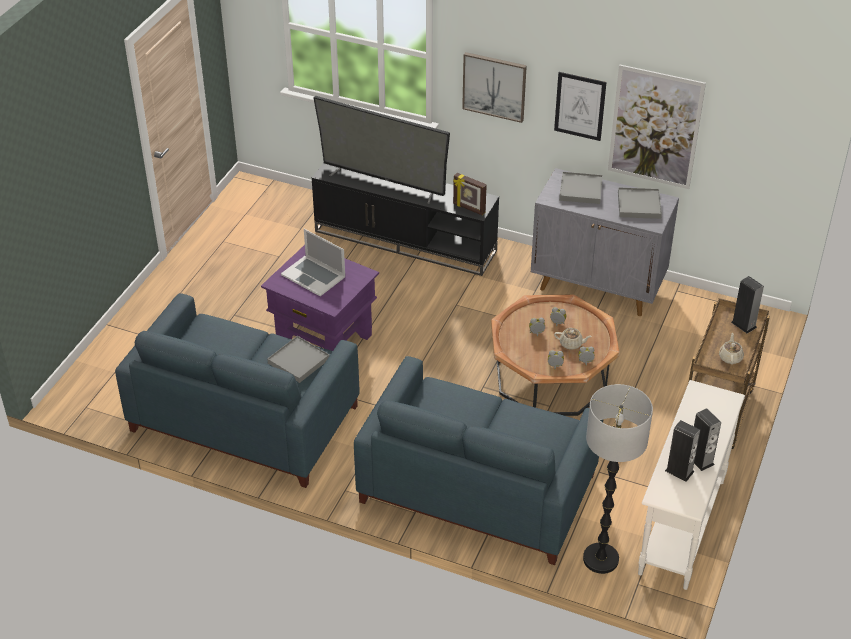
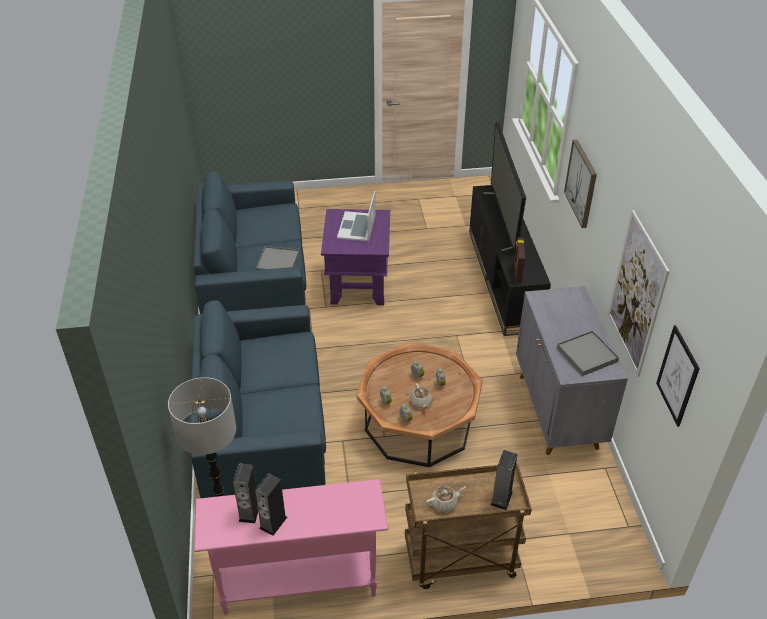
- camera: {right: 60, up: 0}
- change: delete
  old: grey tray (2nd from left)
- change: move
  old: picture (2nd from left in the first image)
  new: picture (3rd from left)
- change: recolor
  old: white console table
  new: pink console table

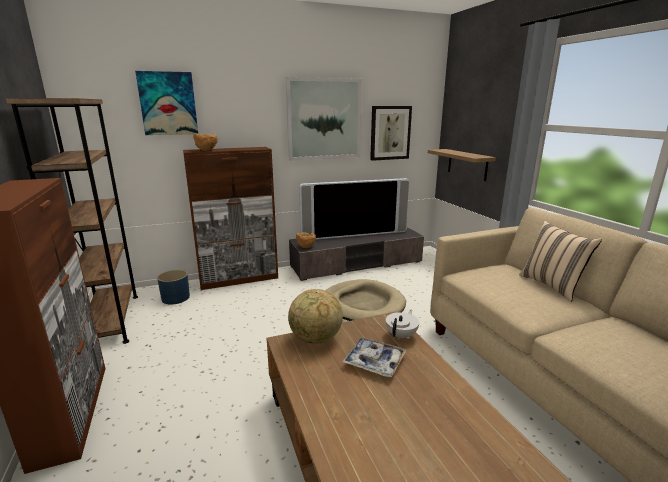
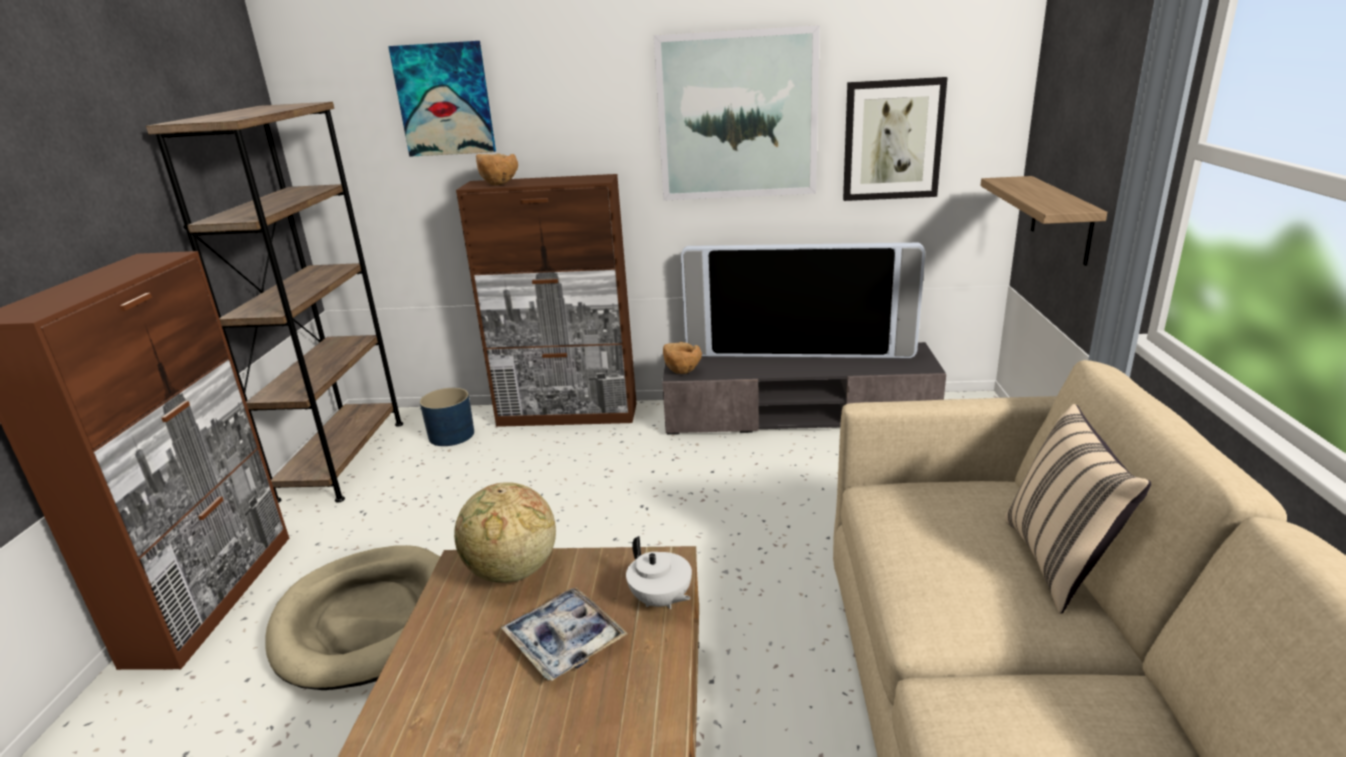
- camera: {right: 25, up: 5}
- change: move
  old: beige dog bed
- change: rotate
  old: white teapot
  degrees: 90

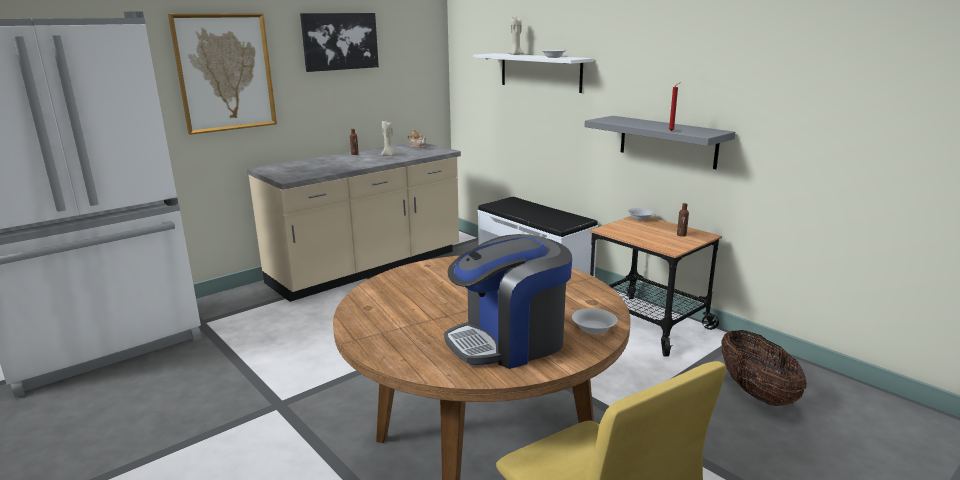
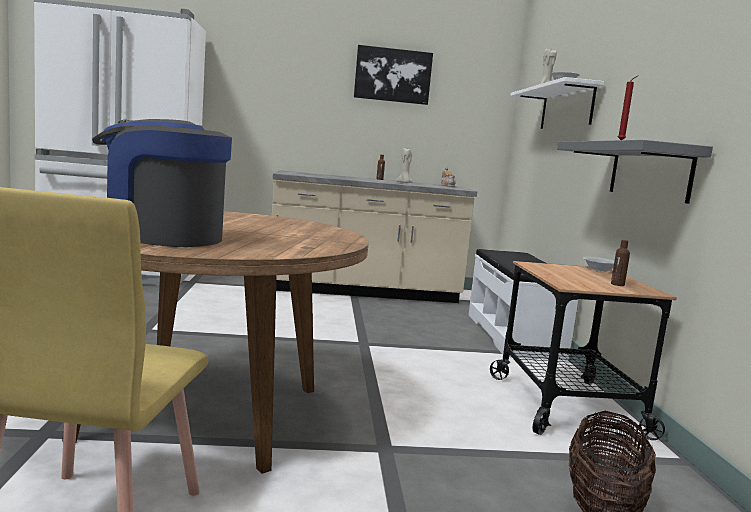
- camera: {right: 35, up: -10}
- change: delete
  old: picture (1st from left)
- change: delete
  old: white bowl (2nd from left)

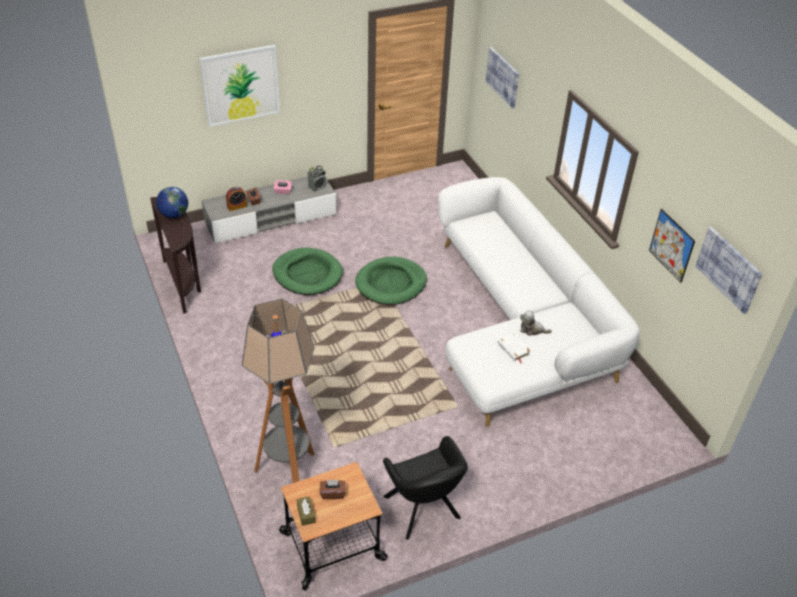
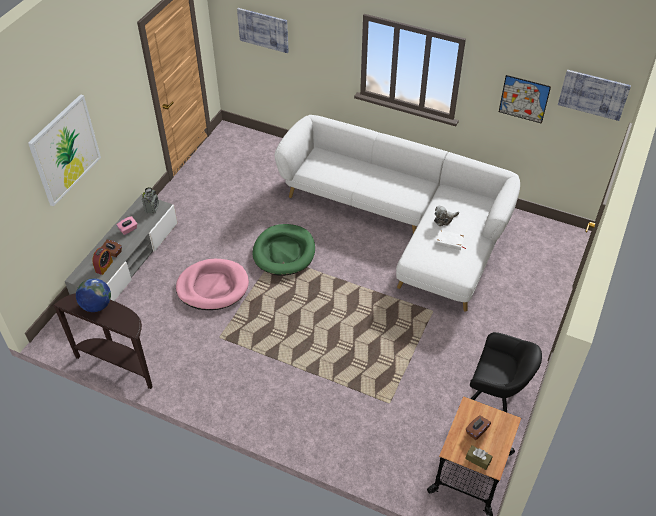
- camera: {right: -40, up: 5}
- change: delete
  old: floor lamp
- change: recolor
  old: green dog bed (1st from left)
  new: pink dog bed

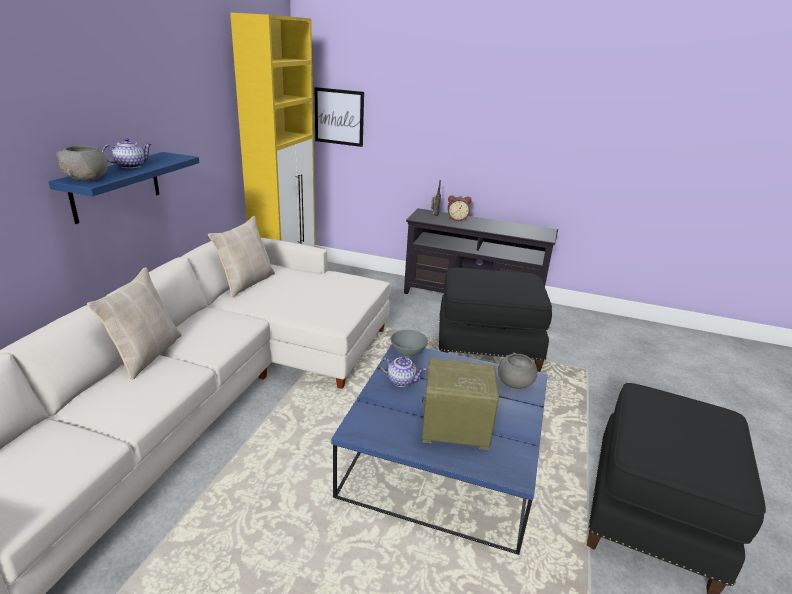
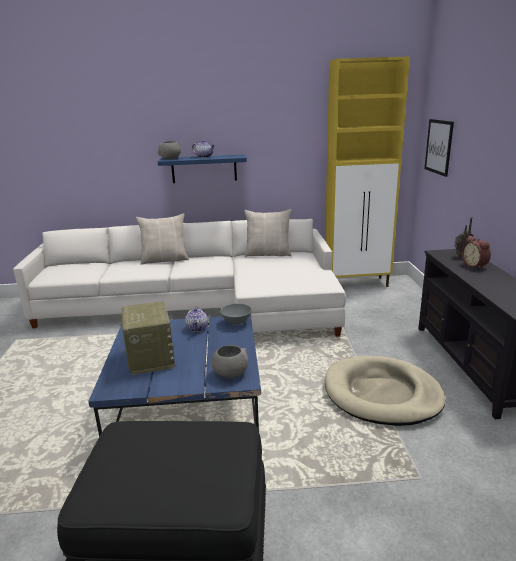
- camera: {right: 70, up: -5}
- change: replace
  old: black ottoman (1st from left)
  new: beige dog bed

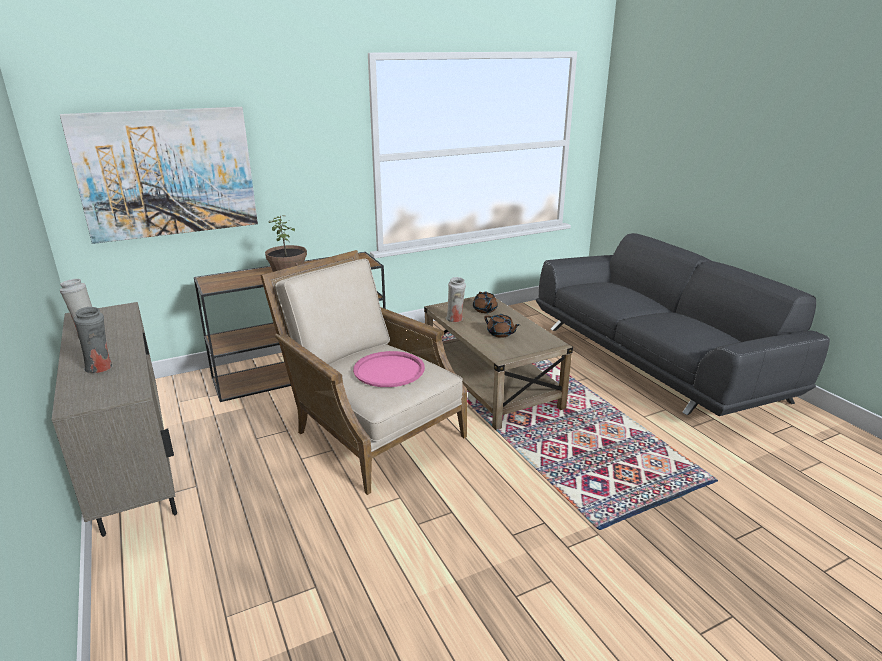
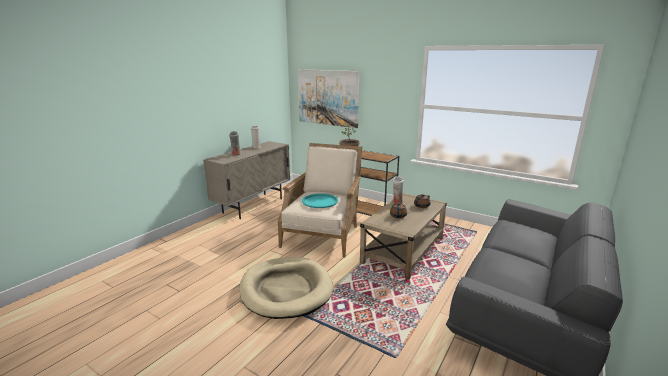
- camera: {right: 60, up: -5}
- change: insert
  new: beige dog bed
- change: recolor
  old: pink tray
  new: turquoise tray

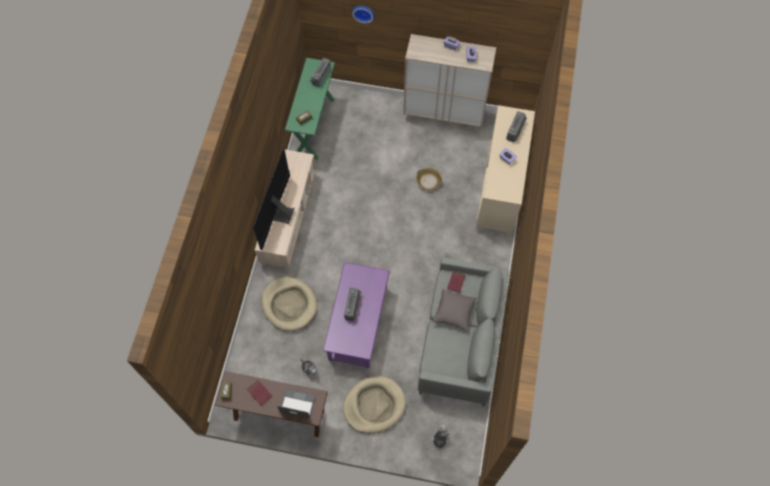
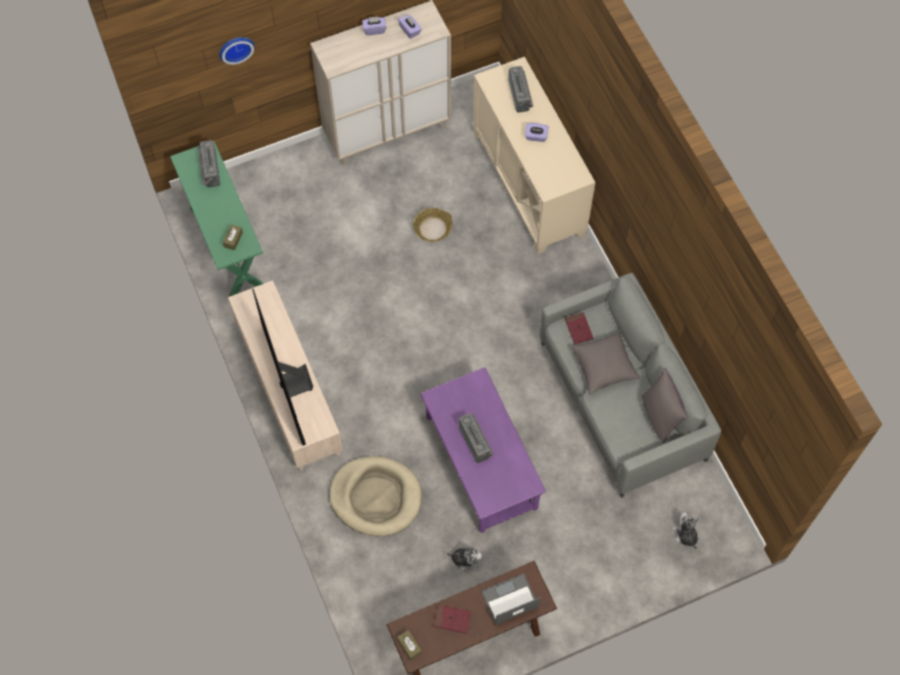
- camera: {right: -35, up: 0}
- change: delete
  old: beige dog bed (2nd from left)
- change: insert
  new: grey pillow (2nd from left)

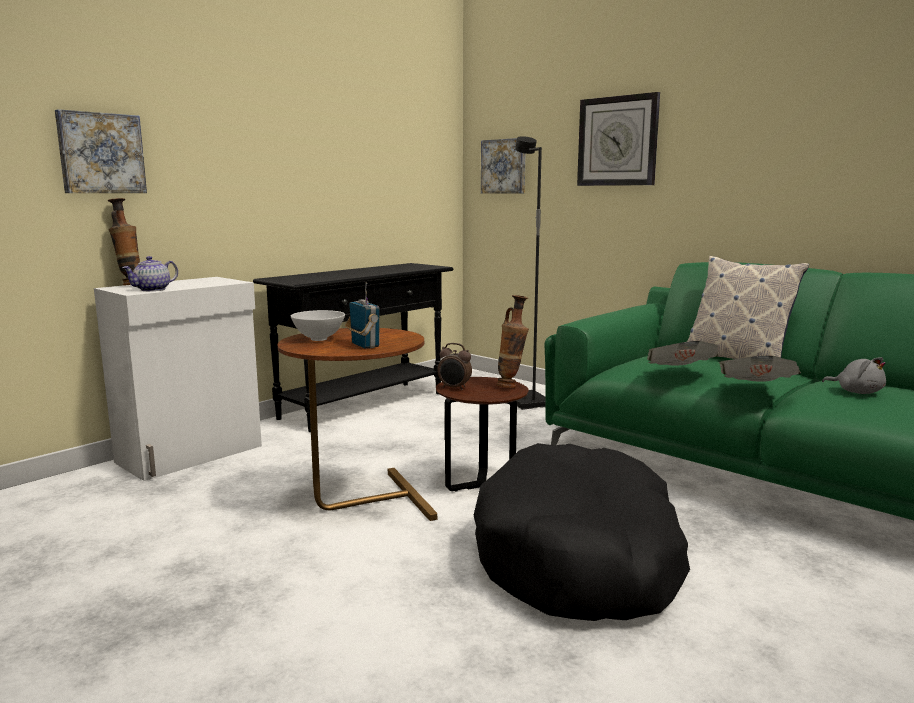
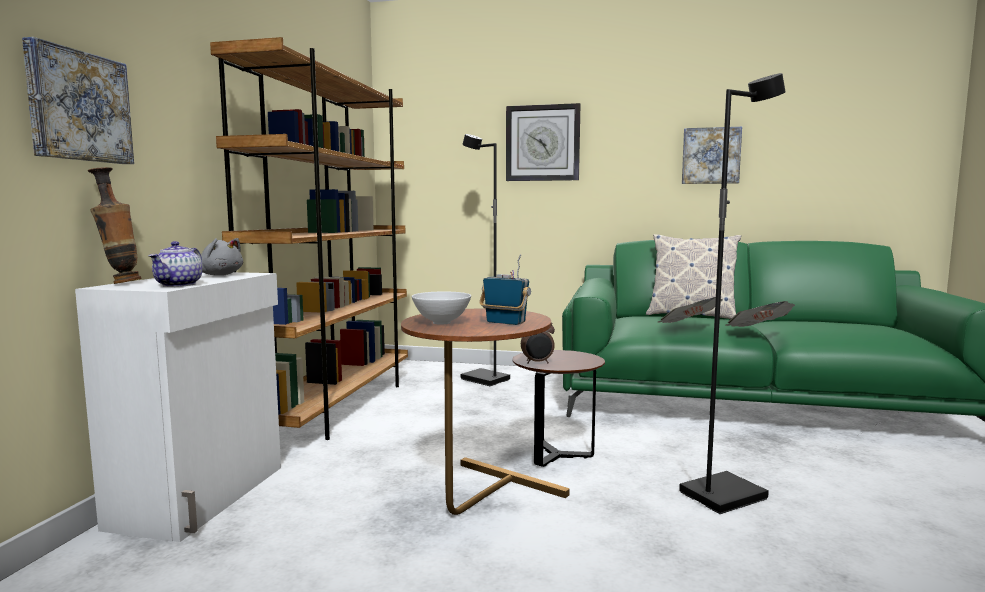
- camera: {right: -30, up: -5}
- change: delete
  old: vase (2nd from left)
- change: move
  old: picture (2nd from left)
- change: move
  old: grey plush toy
- change: replace
  old: black console table
  new: brown bookcase
- change: replace
  old: black dog bed
  new: black floor lamp (2nd from left)

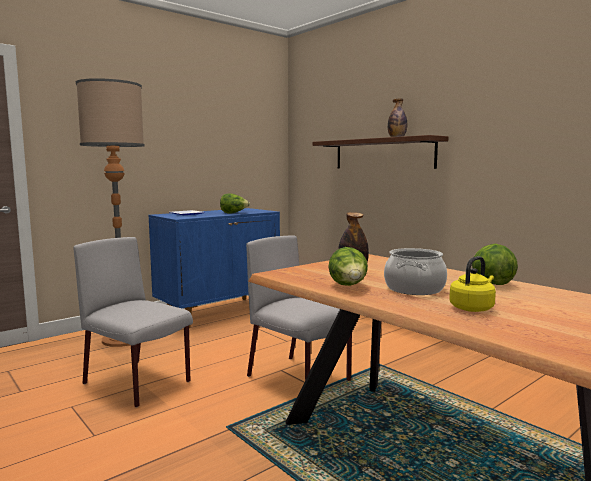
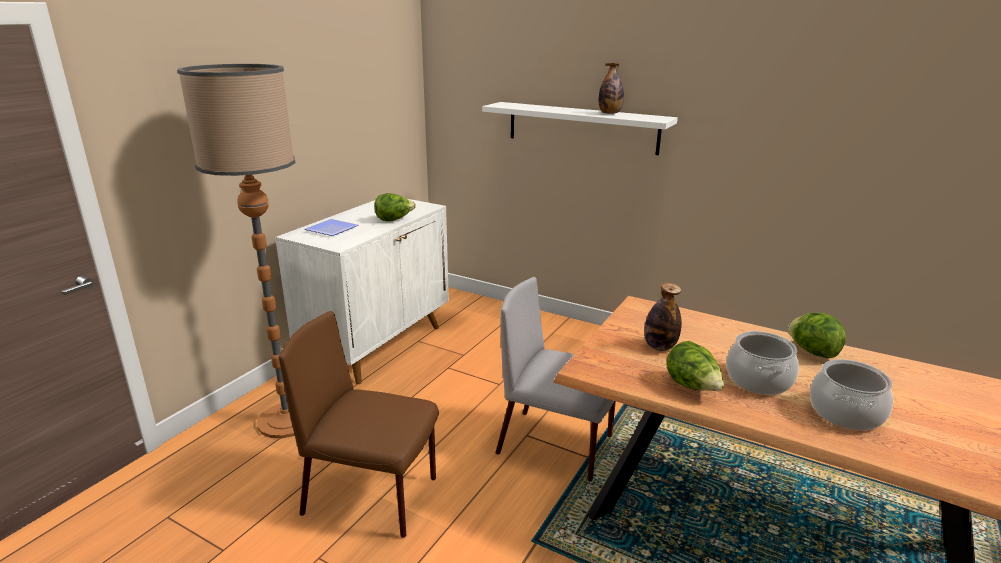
- camera: {right: -20, up: 15}
- change: replace
  old: yellow kettle
  new: cooking pot (2nd from left)
- change: recolor
  old: grey chair (1st from left)
  new: brown chair
- change: recolor
  old: blue cabinet
  new: white cabinet
- change: recolor
  old: brown shelf
  new: white shelf

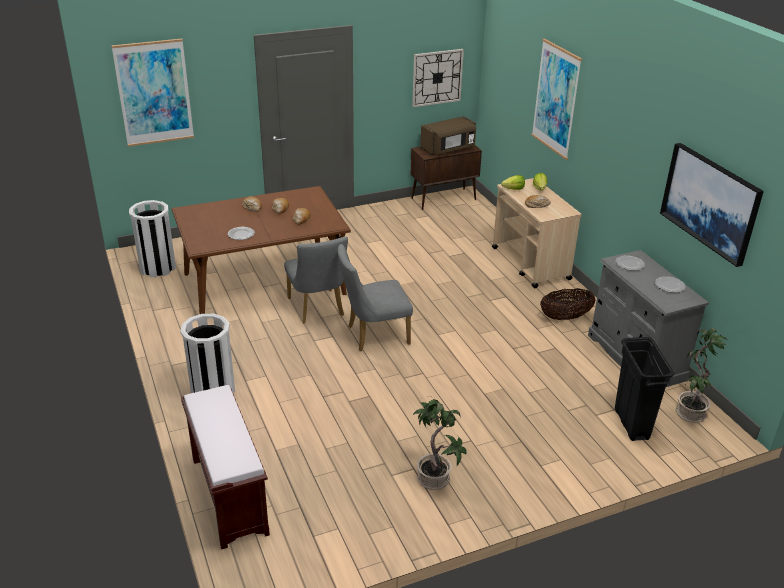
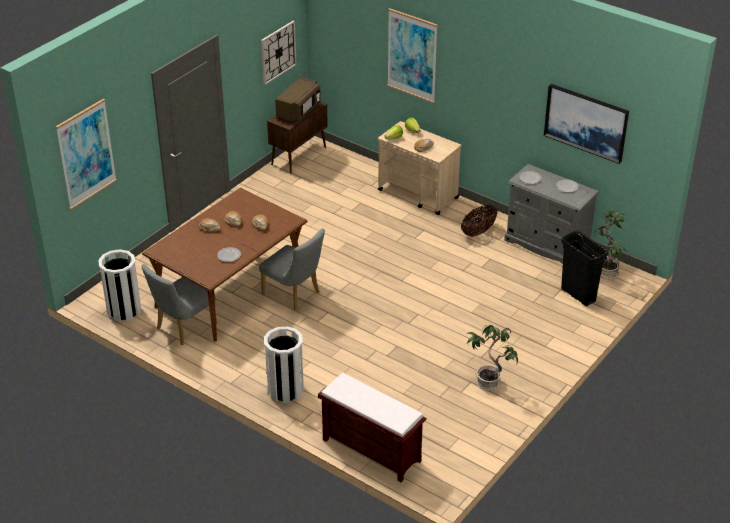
- camera: {right: -30, up: 5}
- change: move
  old: grey chair (2nd from left in the first image)
  new: grey chair (1st from left)

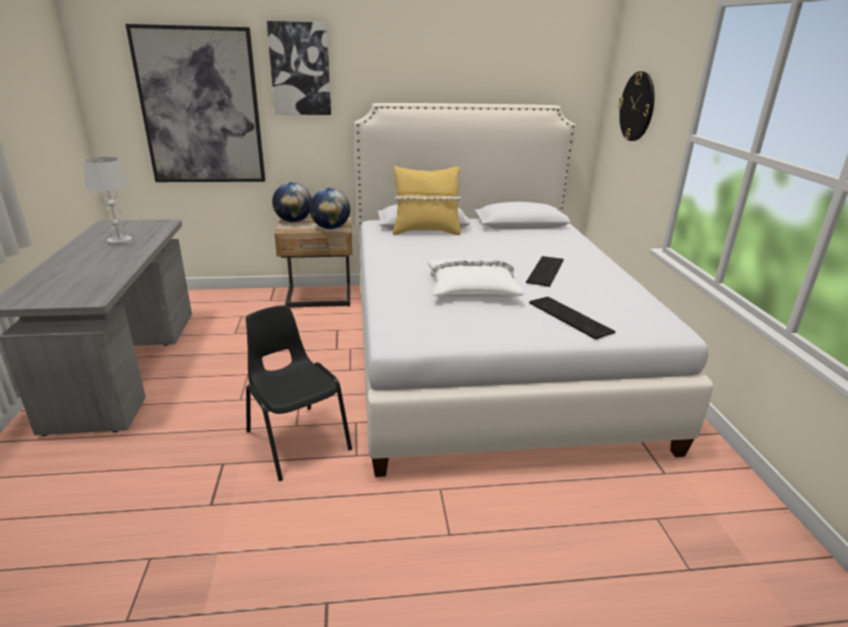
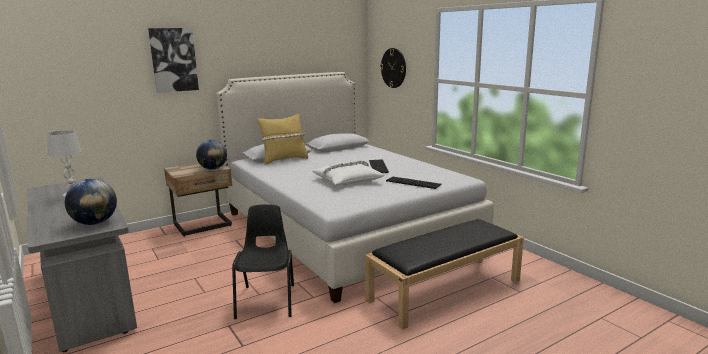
- camera: {right: -25, up: -10}
- change: delete
  old: picture (1st from left)
- change: insert
  new: black bench
- change: move
  old: globe (1st from left)
- change: rotate
  old: black chair
  degrees: 60

